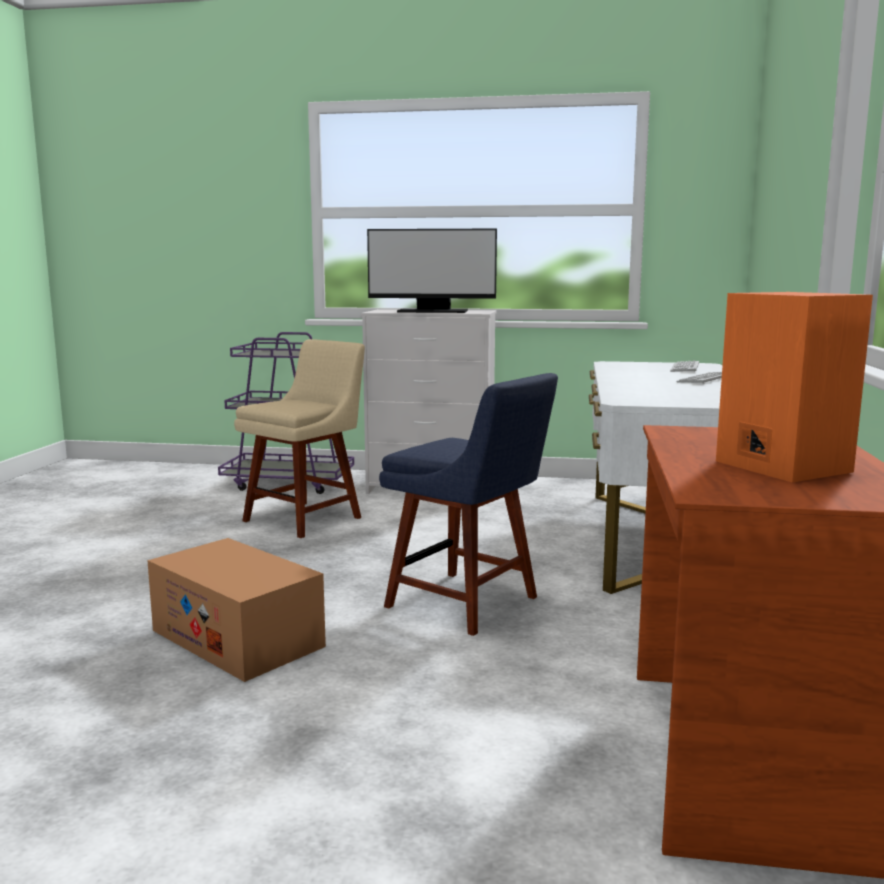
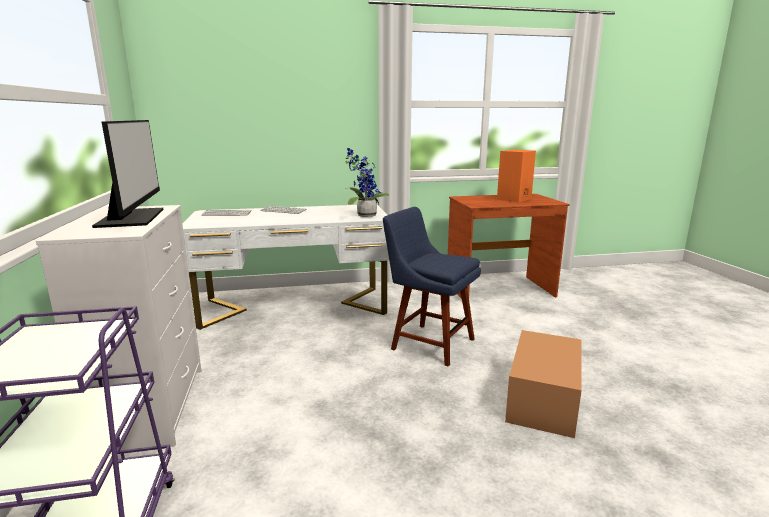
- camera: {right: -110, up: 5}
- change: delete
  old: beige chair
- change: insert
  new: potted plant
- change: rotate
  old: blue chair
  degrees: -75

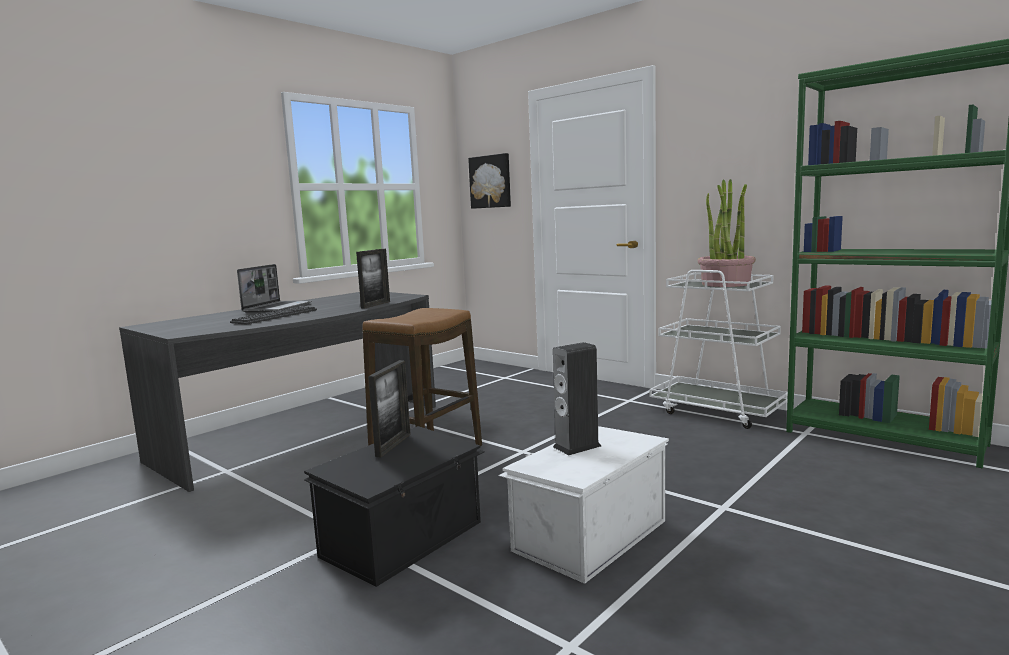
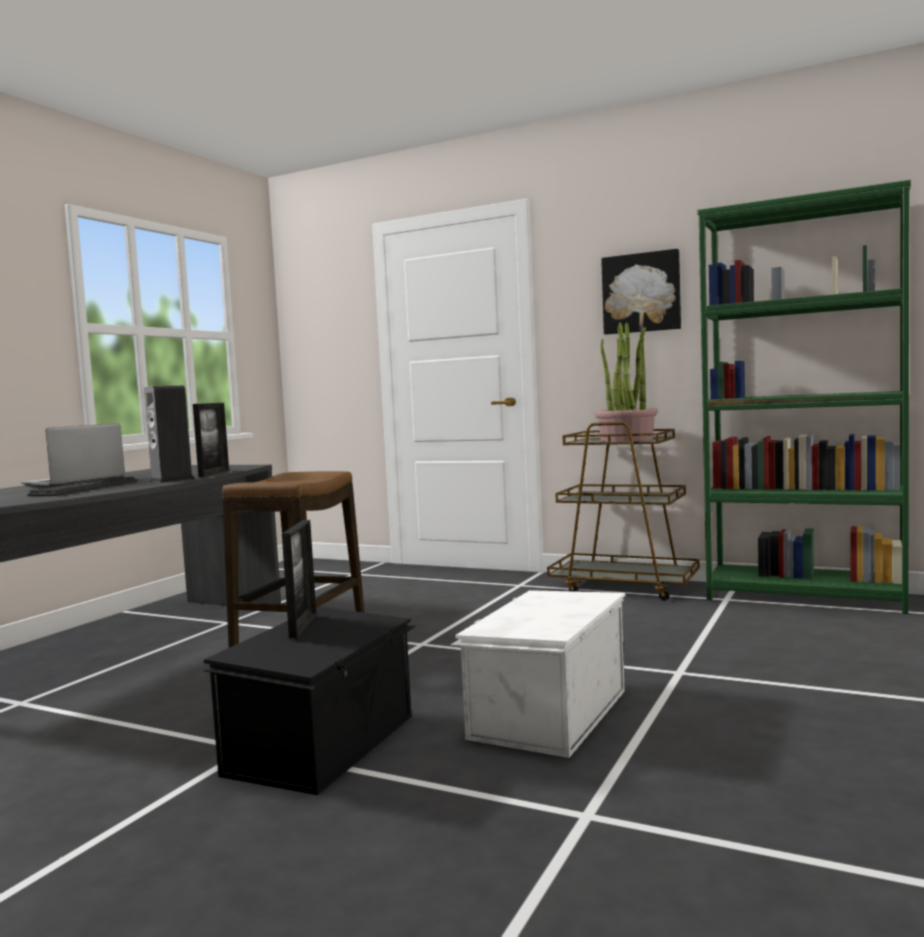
- camera: {right: -15, up: -5}
- change: move
  old: picture
- change: move
  old: speaker
- change: recolor
  old: white cart
  new: brown cart
- change: rotate
  old: laptop
  degrees: -150

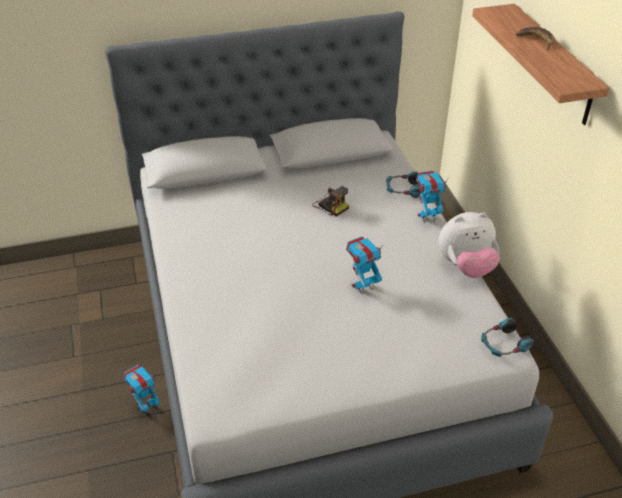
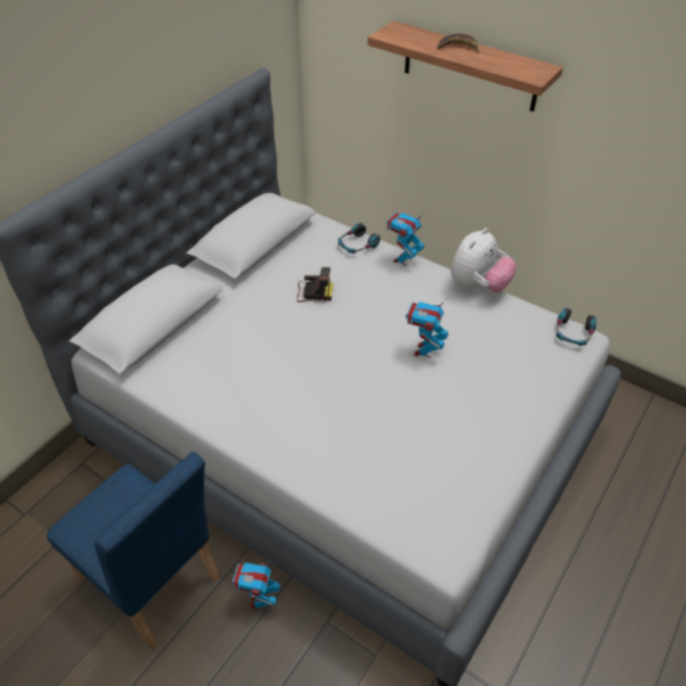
- camera: {right: -40, up: 5}
- change: insert
  new: blue chair

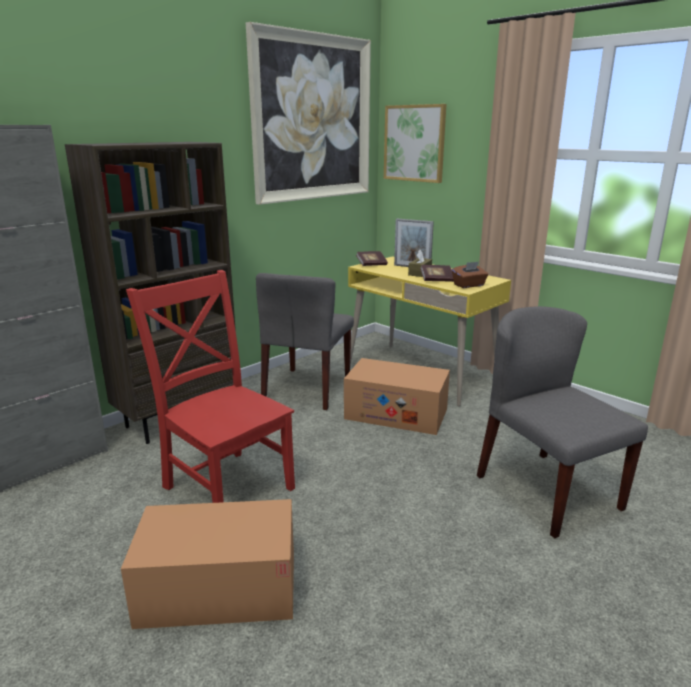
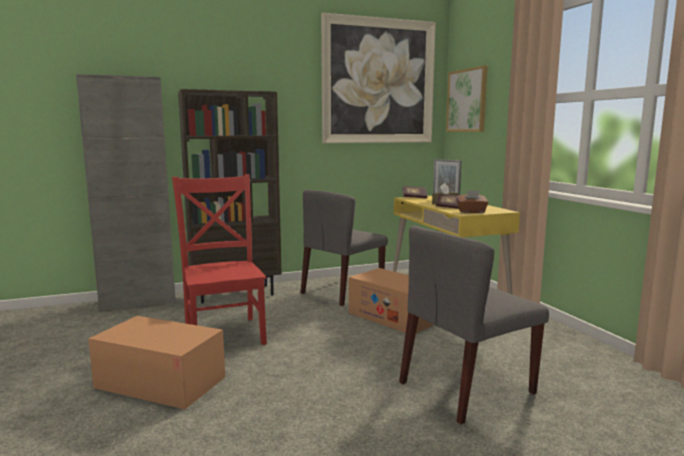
- camera: {right: 25, up: -10}
- change: rotate
  old: grey chair (2nd from left)
  degrees: -120

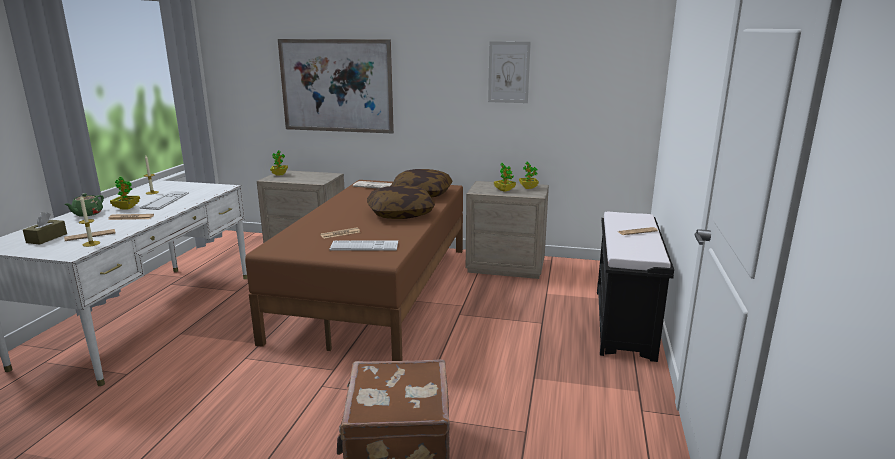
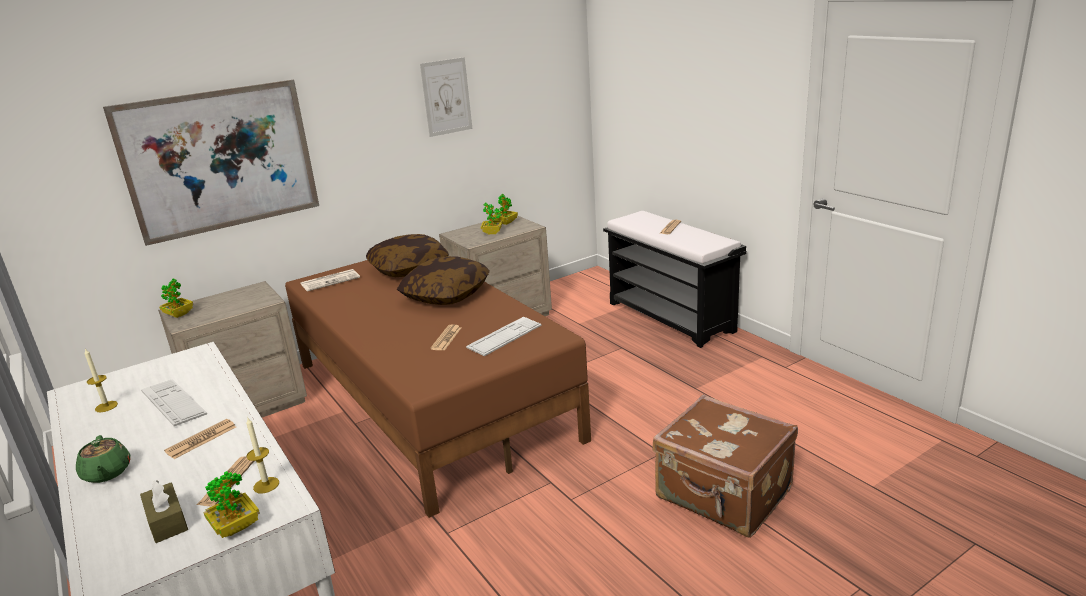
- camera: {right: -45, up: 5}
- change: move
  old: potted plant (1st from left in the first image)
  new: potted plant (2nd from left)

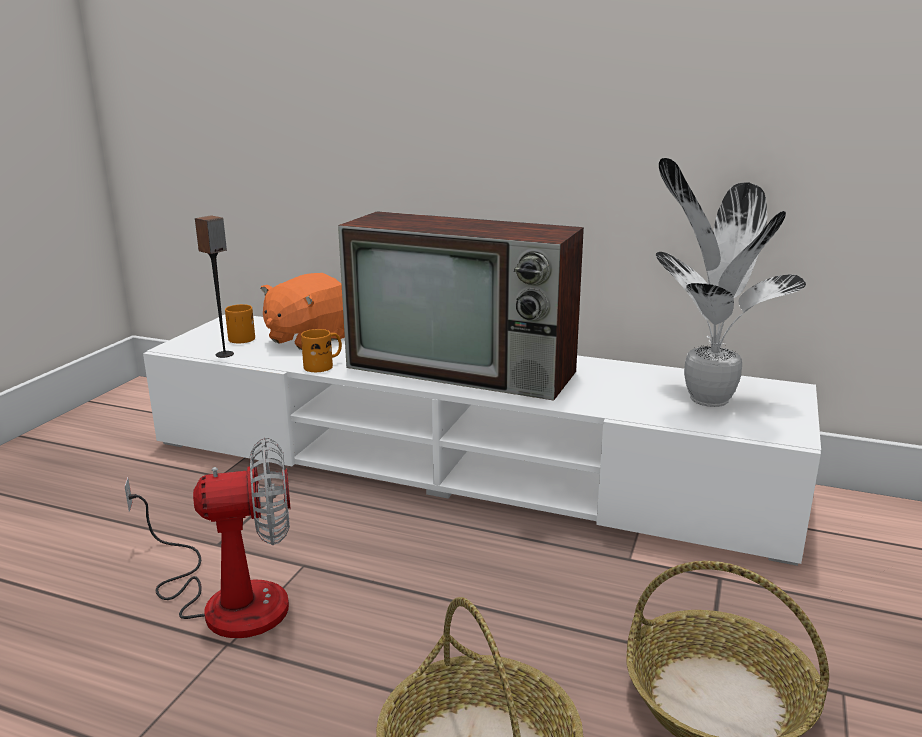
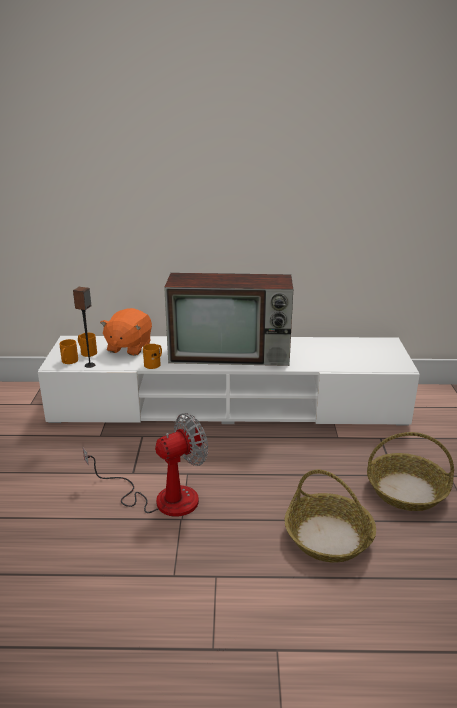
- camera: {right: -20, up: 5}
- change: delete
  old: potted plant
- change: insert
  new: orange mug (1st from left)

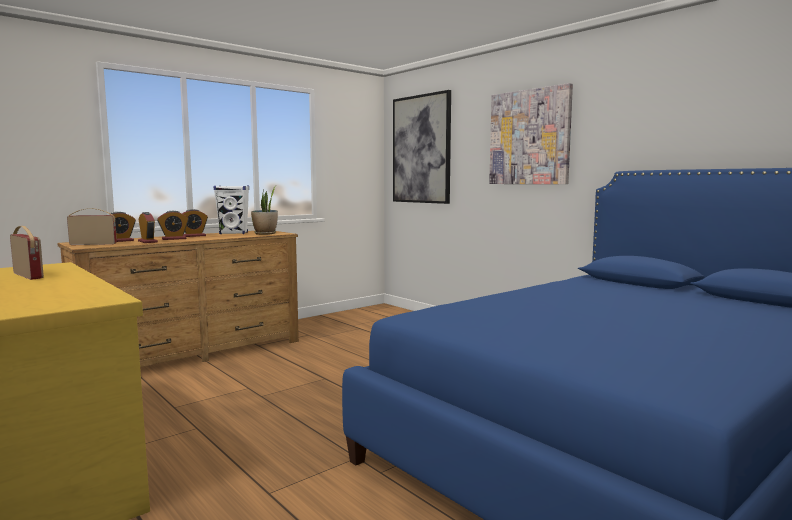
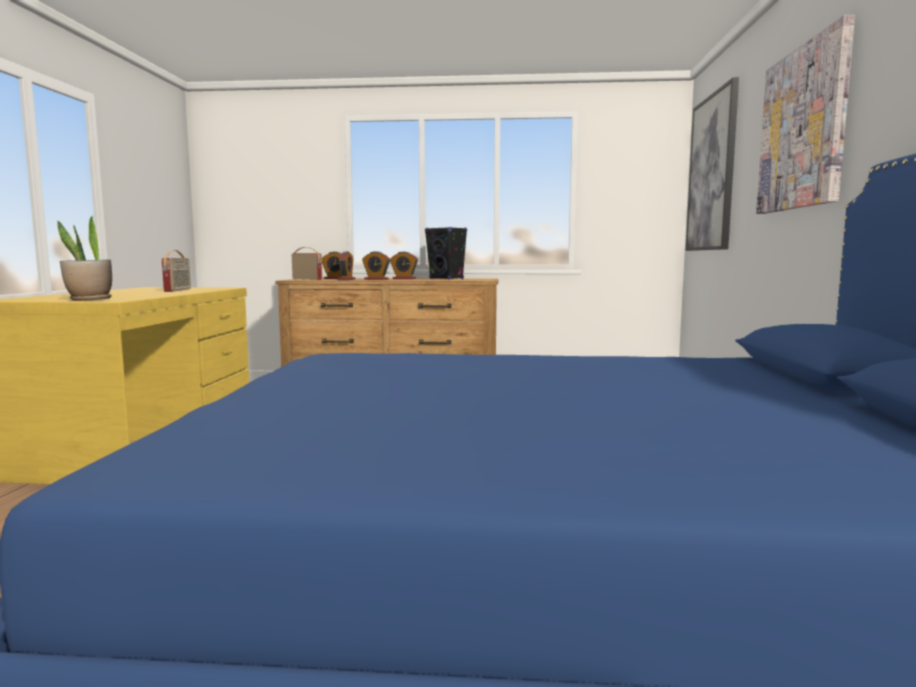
- camera: {right: 45, up: 0}
- change: move
  old: potted plant
- change: recolor
  old: white speaker
  new: black speaker

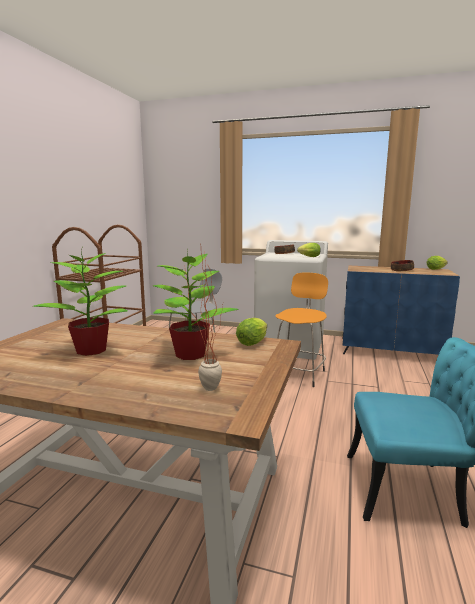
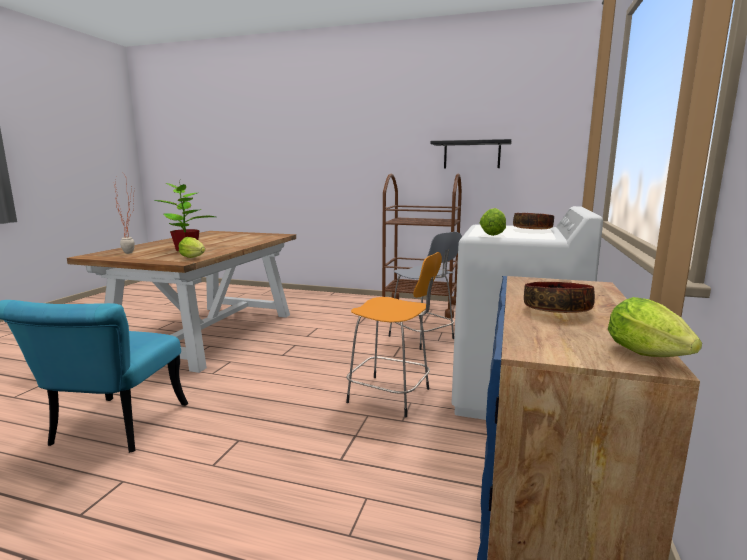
- camera: {right: 90, up: 0}
- change: delete
  old: potted plant (1st from left)
- change: insert
  new: black shelf

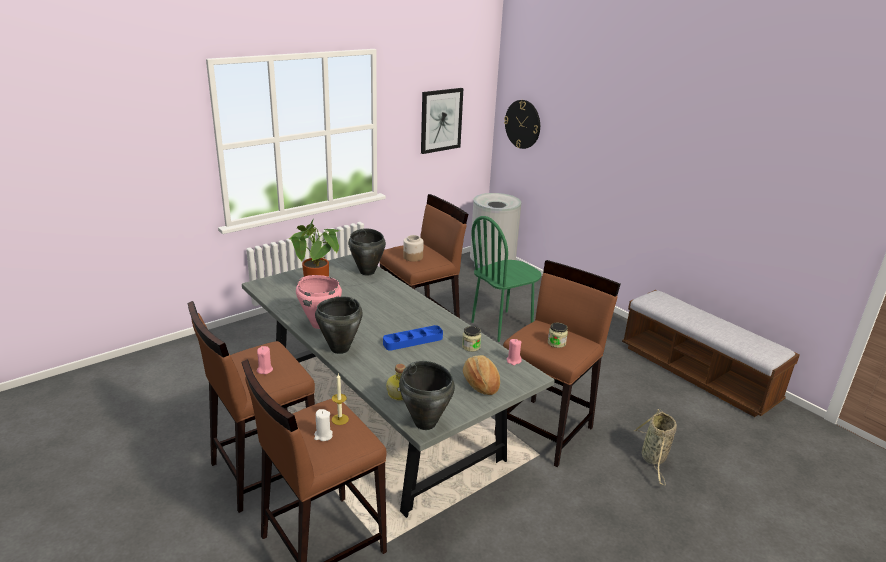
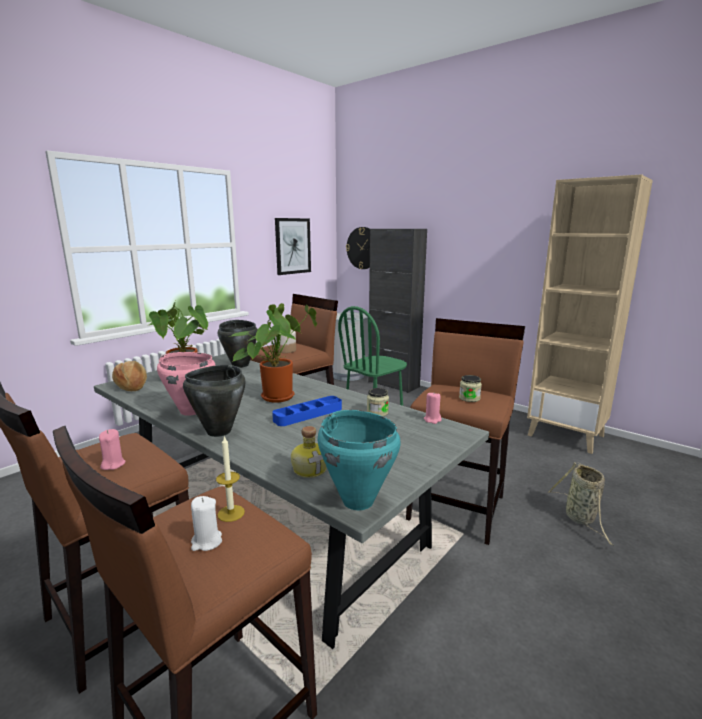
- camera: {right: -10, up: -10}
- change: insert
  new: potted plant (2nd from left)
- change: insert
  new: black cabinet
- change: move
  old: bread
- change: replace
  old: bench
  new: beige bookcase
- change: recolor
  old: black cooking pot (3rd from left)
  new: turquoise cooking pot

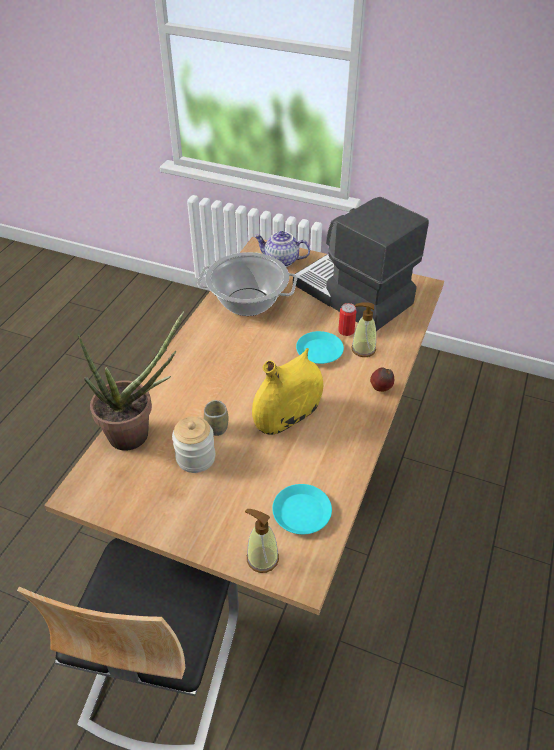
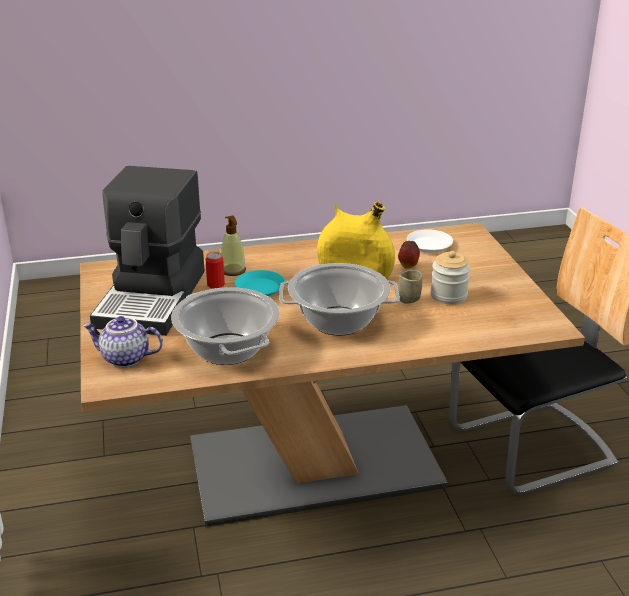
- camera: {right: -125, up: -15}
- change: delete
  old: potted plant
- change: delete
  old: soap dispenser (1st from left)
- change: insert
  new: cooking pot (2nd from left)
- change: move
  old: apple
- change: recolor
  old: turquoise plate (1st from left)
  new: white plate
- change: rotate
  old: teapot
  degrees: 120

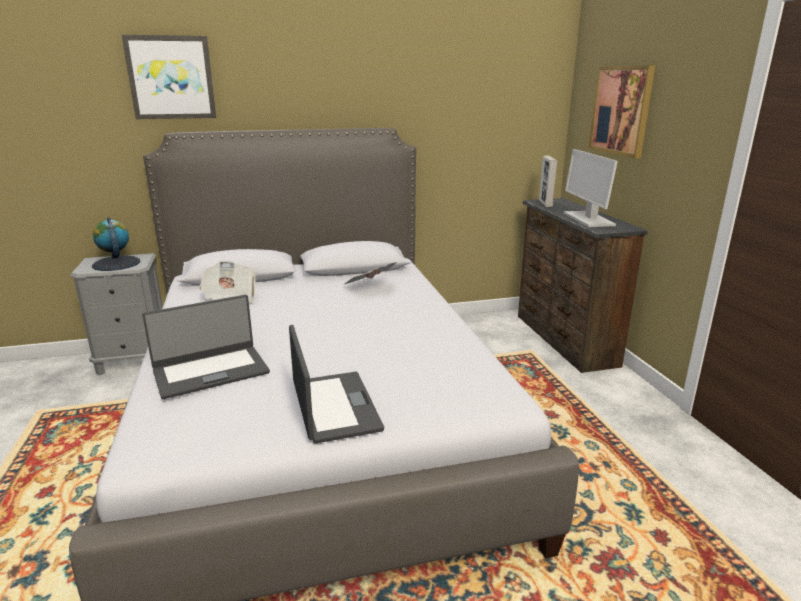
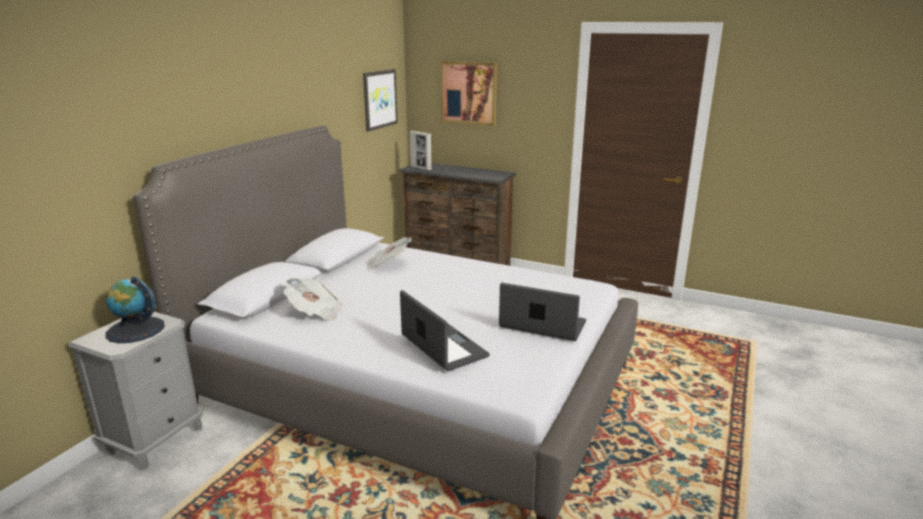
- camera: {right: -50, up: 0}
- change: delete
  old: monitor
- change: move
  old: picture (1st from left)
- change: rotate
  old: laptop (1st from left)
  degrees: -45

